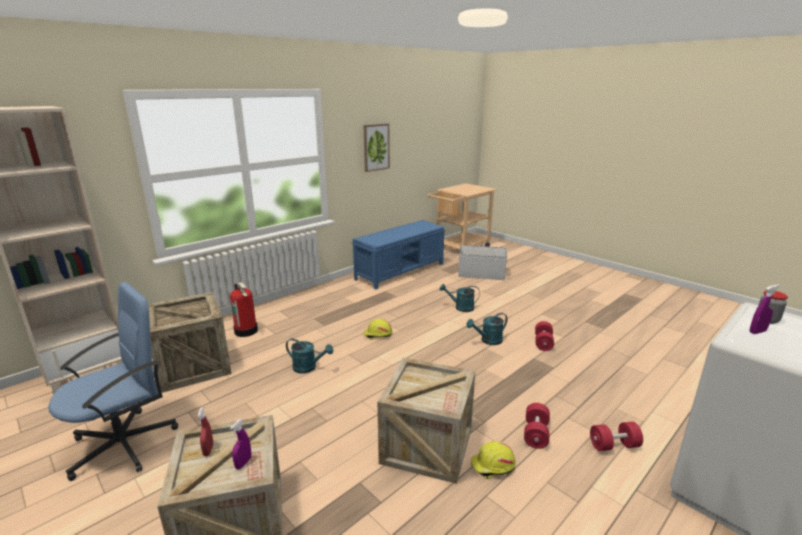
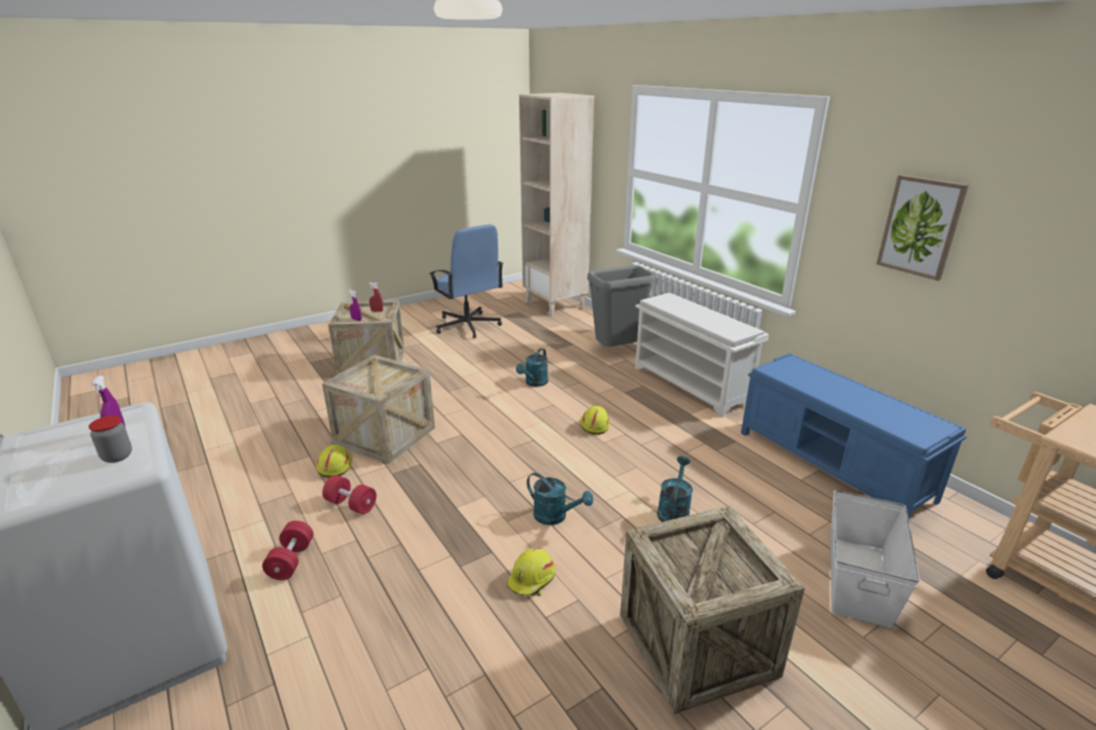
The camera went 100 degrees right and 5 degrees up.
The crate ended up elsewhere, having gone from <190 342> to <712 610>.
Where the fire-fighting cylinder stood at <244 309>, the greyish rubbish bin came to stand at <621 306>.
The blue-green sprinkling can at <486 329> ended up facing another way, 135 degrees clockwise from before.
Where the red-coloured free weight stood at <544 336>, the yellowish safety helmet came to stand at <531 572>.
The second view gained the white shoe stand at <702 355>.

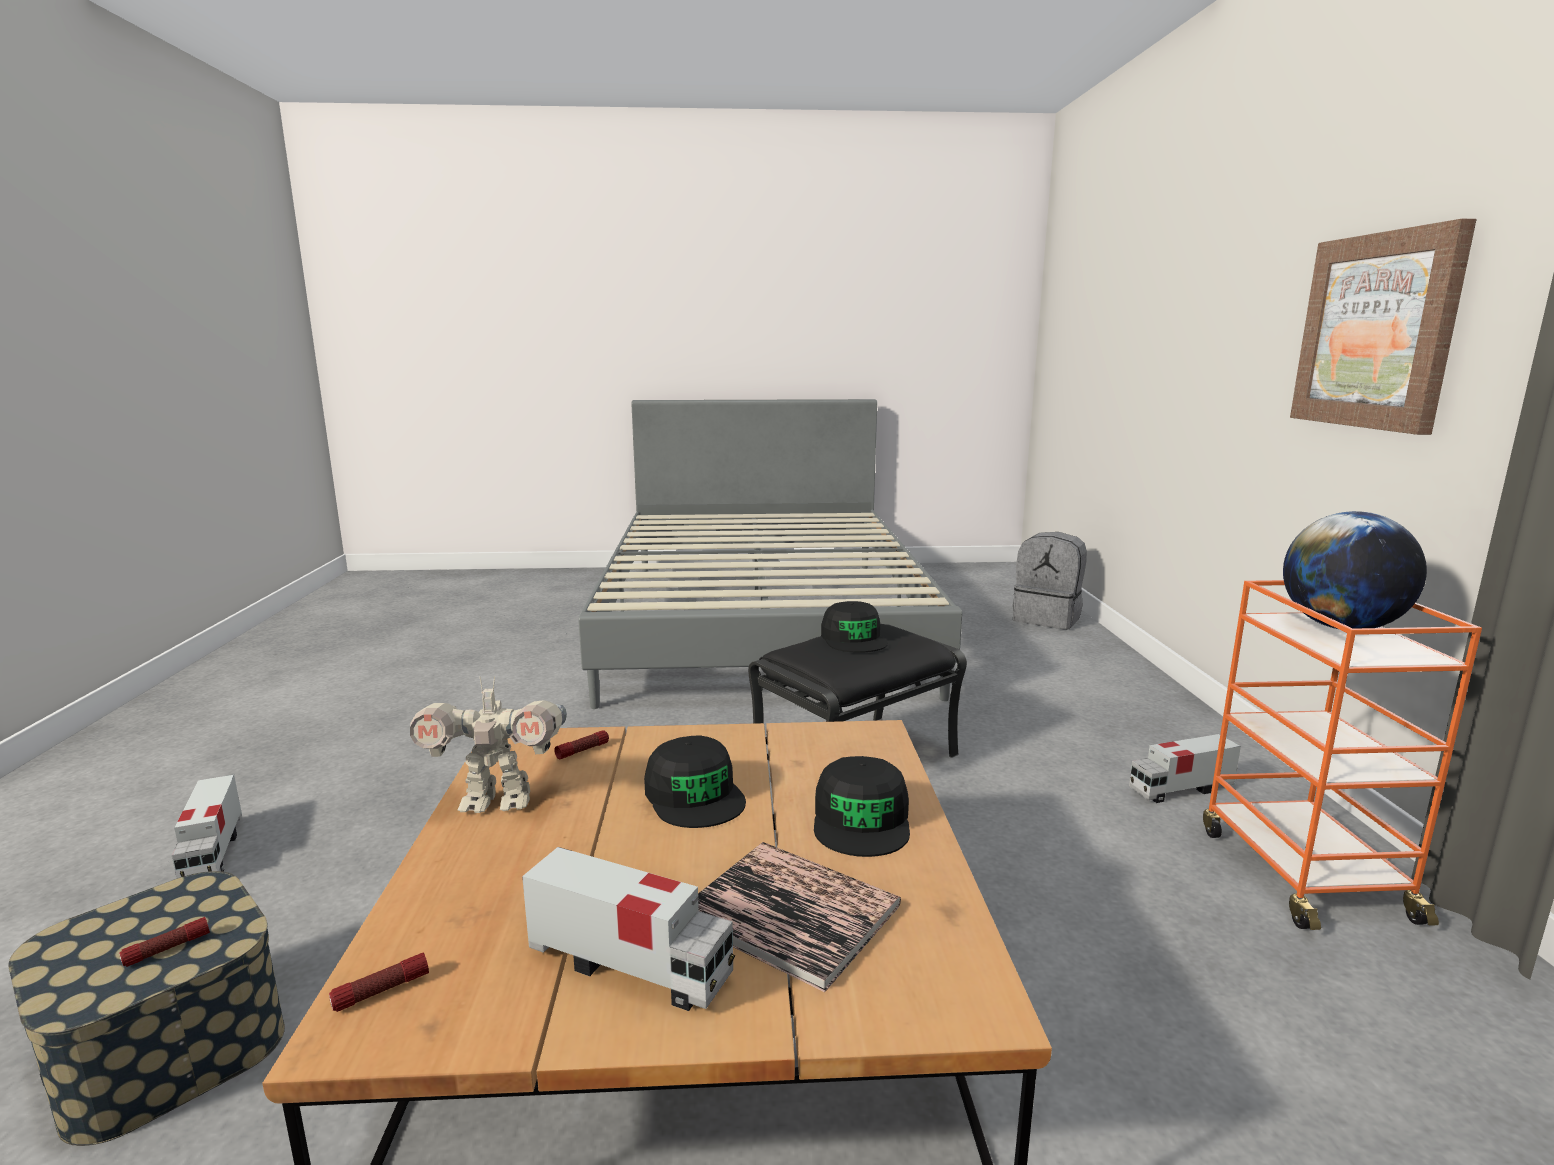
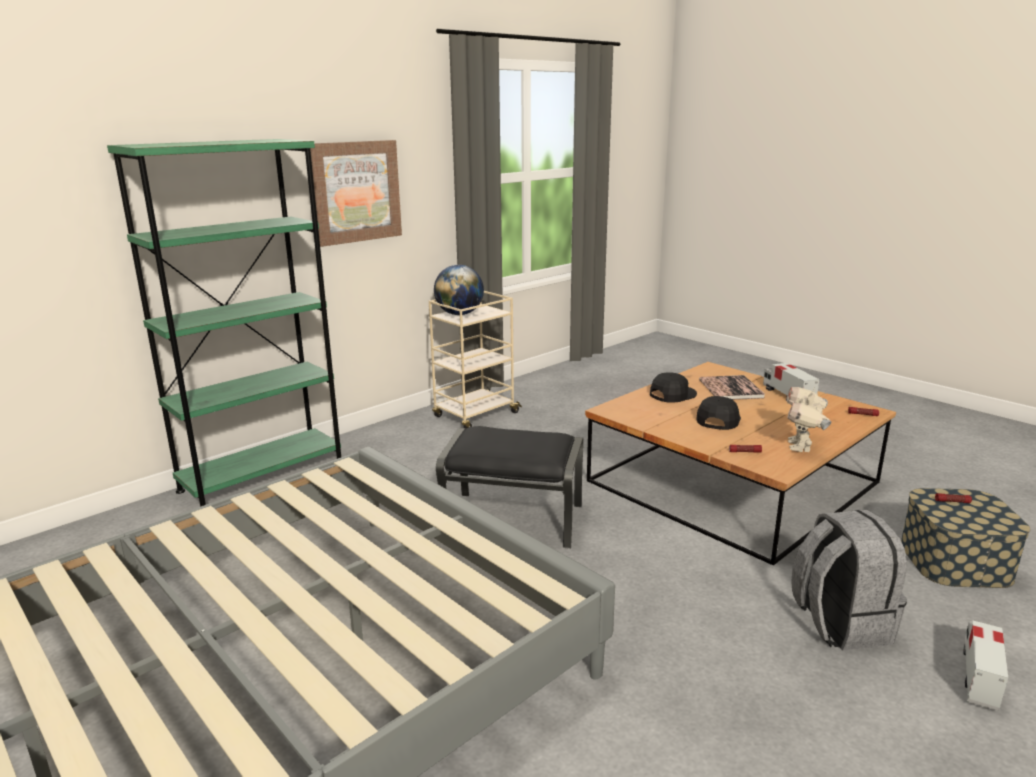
The camera went 130 degrees left and 5 degrees up.
The toy robot at <488 744> ended up facing another way, 120 degrees counterclockwise from before.
The second view lost the black baseball cap at <854 627>.
The greyish knapsack ended up elsewhere, having gone from <1050 581> to <849 580>.
The second view lost the toy lorry at <1185 768>.
What was the orangey cart at <1342 755> turned into the beige cart at <475 359>.
The second view gained the green bookshelf at <224 323>.

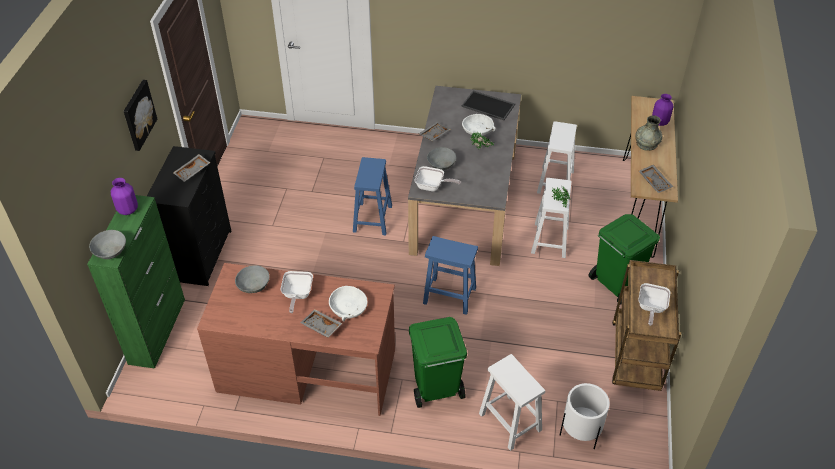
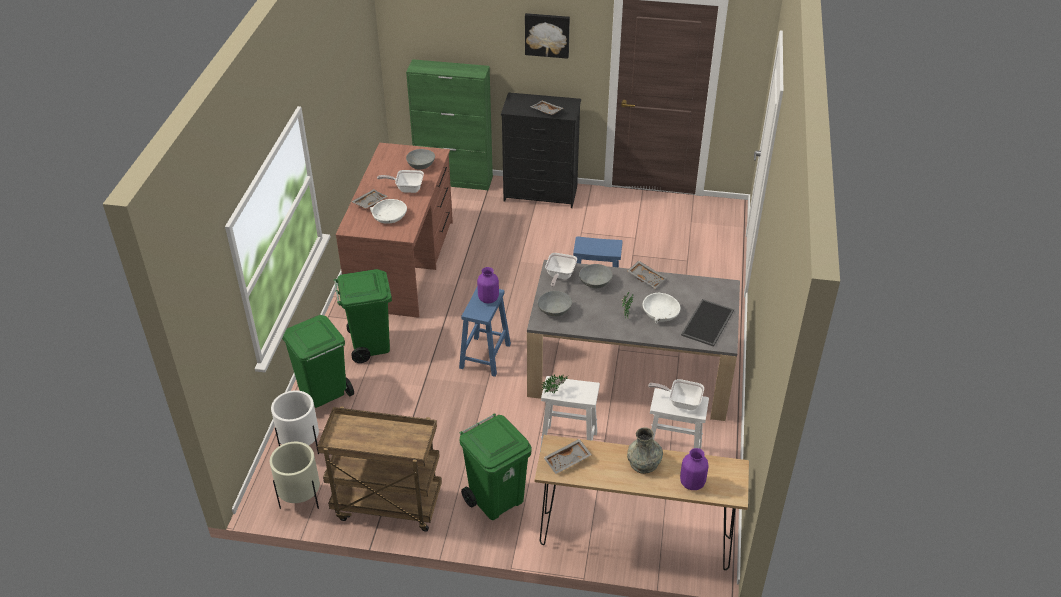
The camera went 90 degrees right and 5 degrees down.
The greyish deep dish ended up elsewhere, having gone from <107 244> to <555 303>.
The purple decorative vase ended up elsewhere, having gone from <124 196> to <488 285>.
Where the white stool stood at <512 402>, the green rubbish bin came to stand at <318 361>.
The skillet ended up elsewhere, having gone from <654 304> to <676 394>.
The second view gained the beige planter at <295 475>.

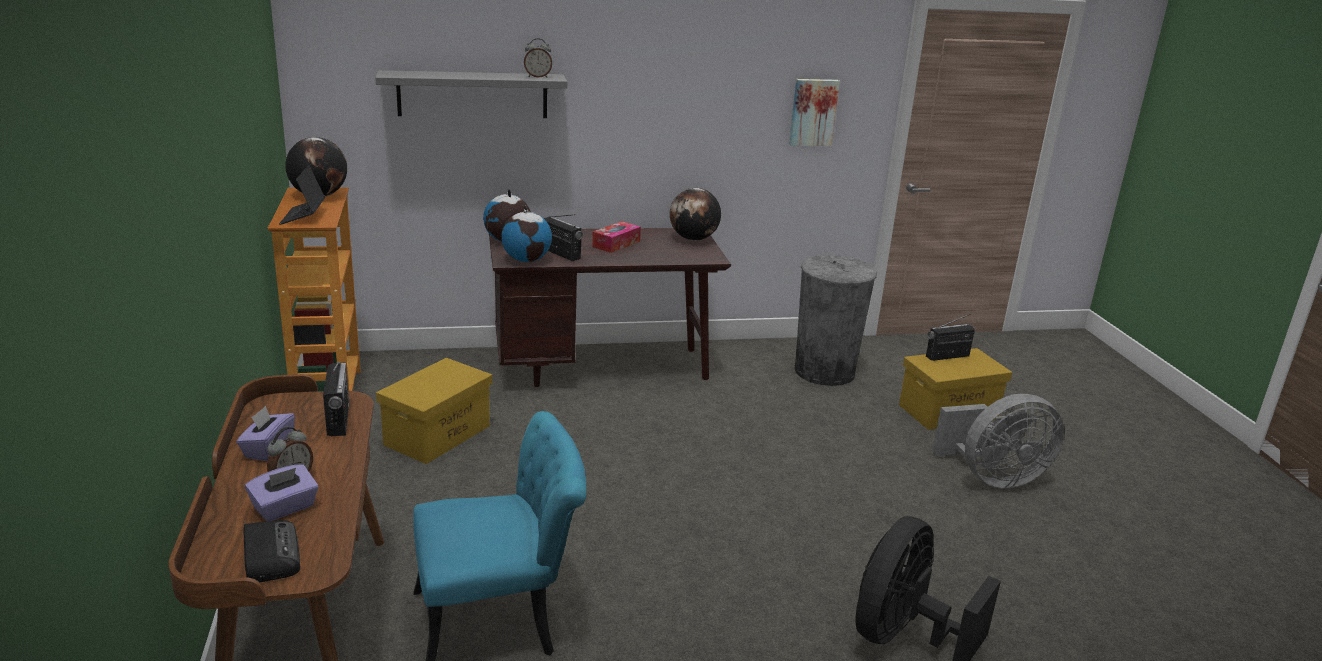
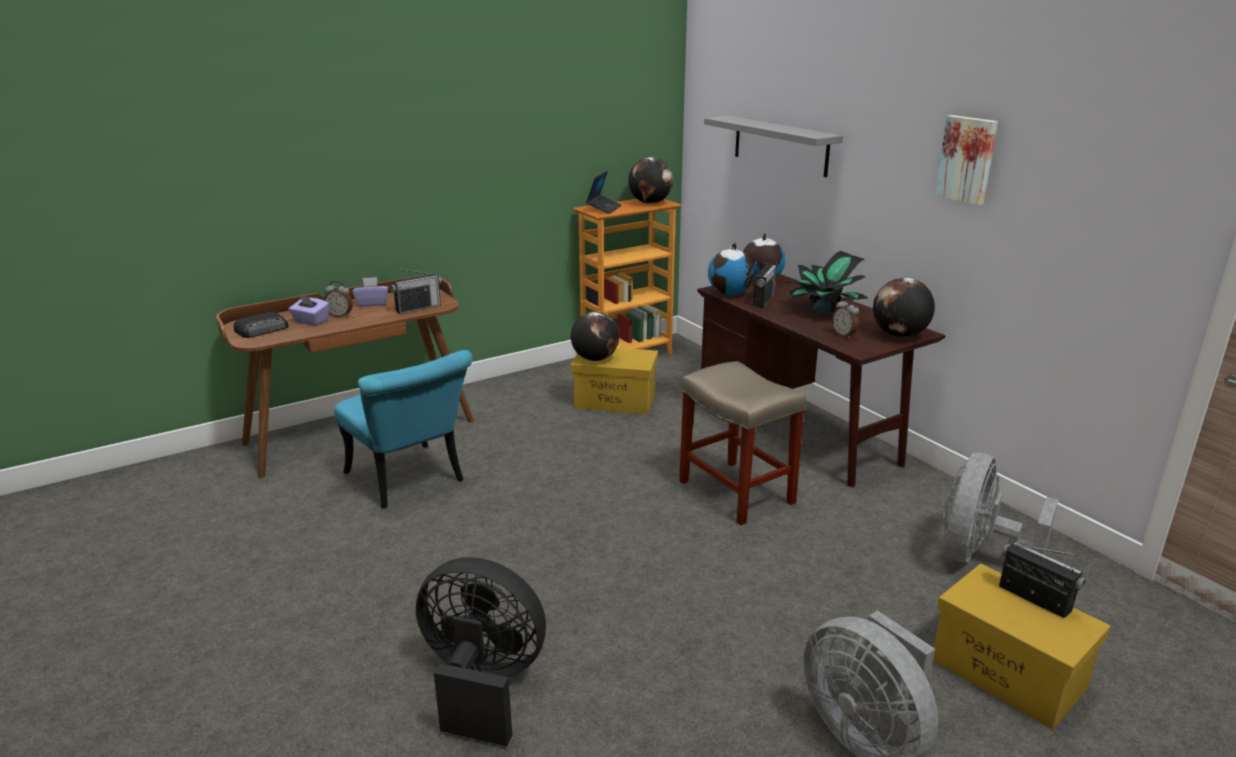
The camera went 70 degrees right and 0 degrees up.
The portable computer at <302 195> ended up facing another way, 135 degrees clockwise from before.
The bedside clock ended up elsewhere, having gone from <538 58> to <845 318>.
Where the box of tissues stood at <616 237>, the potted plant came to stand at <827 282>.
The wall art ended up elsewhere, having gone from <814 112> to <966 160>.
Where the greyish rubbish bin stood at <835 320>, the greyish fan came to stand at <1000 507>.
The second view gained the globe at <595 336>.
The second view gained the beige stool at <742 443>.

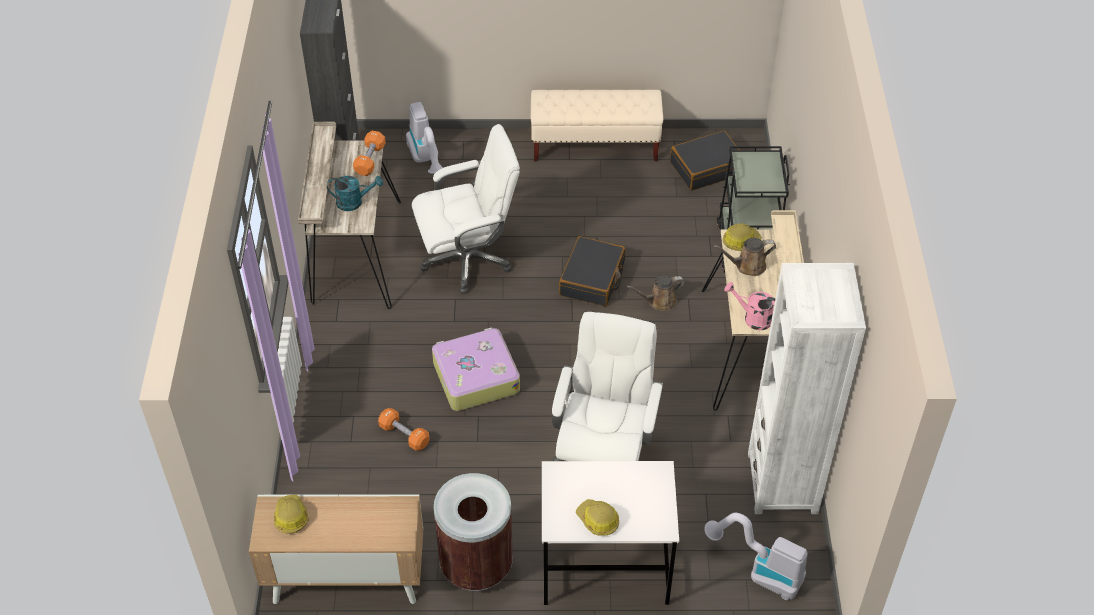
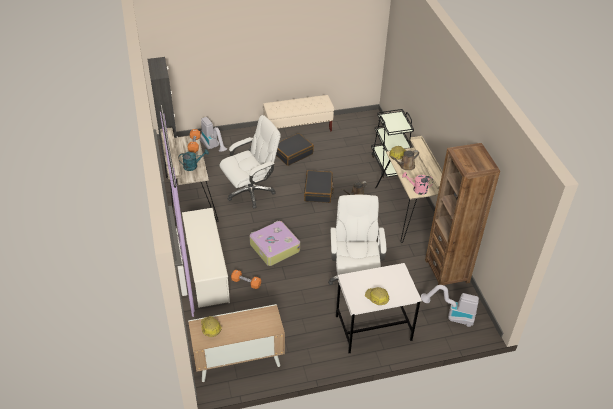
The camera went 15 degrees left and 5 degrees down.
The second view lost the brown-coloured rubbish bin at <473 532>.
The black suitcase ended up elsewhere, having gone from <705 160> to <295 149>.
What was the white bookshelf at <807 388> turned into the brown-coloured bookshelf at <462 214>.
The second view gained the white shoe stand at <206 258>.

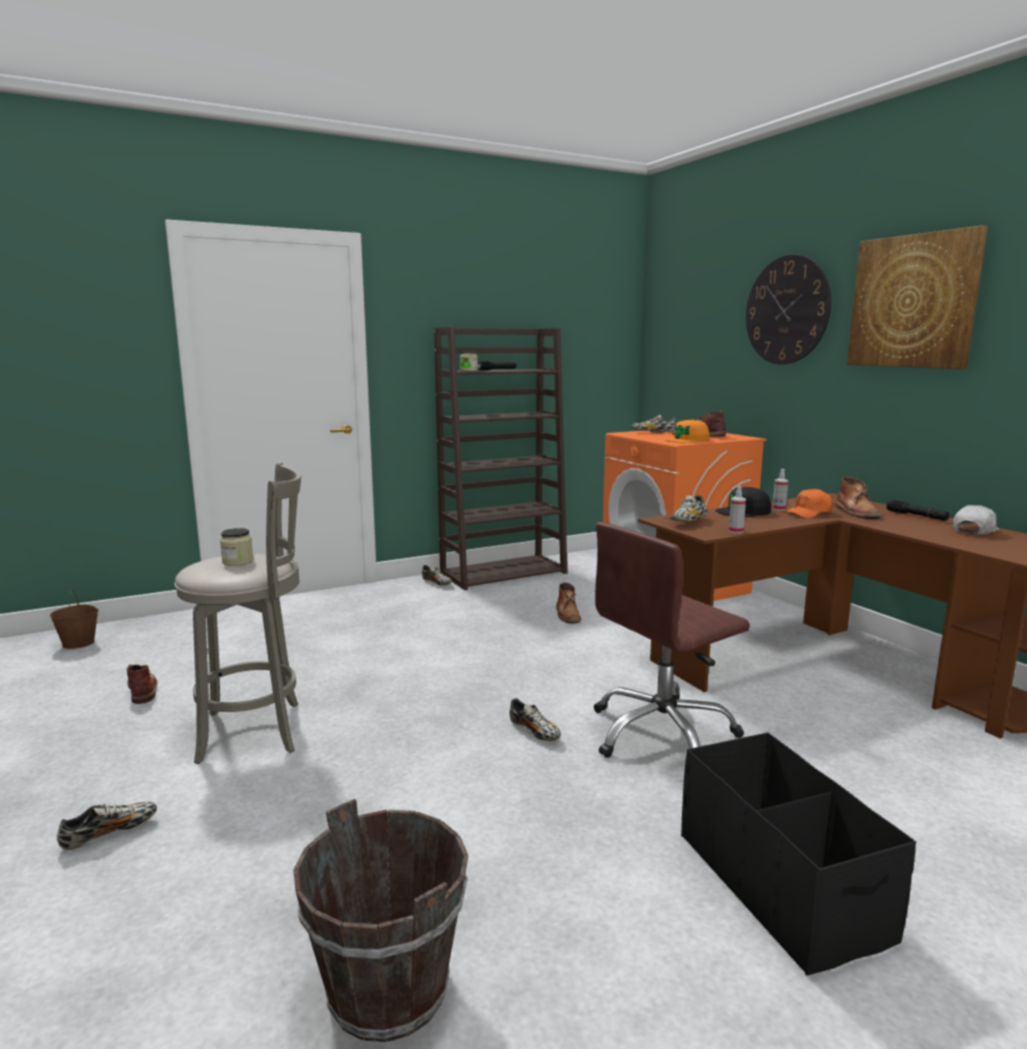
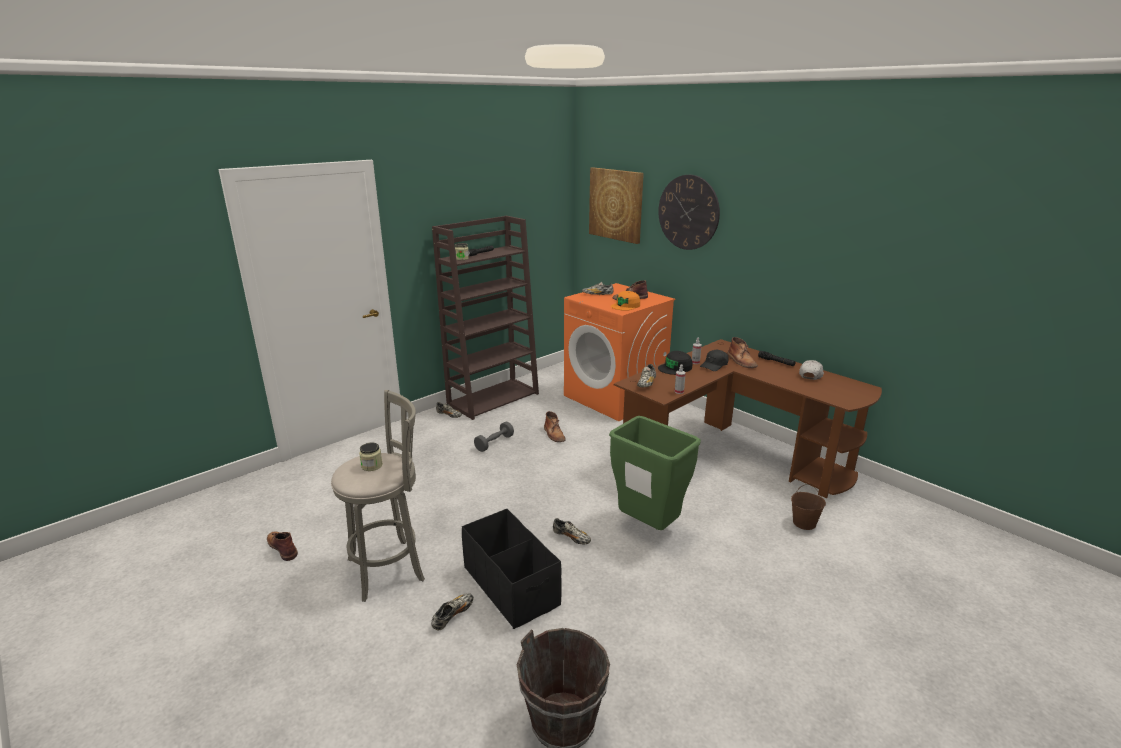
The camera went 15 degrees left and 10 degrees up.
The brown-coloured water bucket ended up elsewhere, having gone from <74 618> to <808 507>.
The low shoe ended up elsewhere, having gone from <107 826> to <452 611>.
Where the brown-coloured office chair stood at <672 640>, the green rubbish bin came to stand at <655 473>.
The black storage box ended up elsewhere, having gone from <798 854> to <512 569>.
What was the orangey baseball cap at <808 503> turned into the black baseball cap at <714 360>.
The wall art ended up elsewhere, having gone from <917 297> to <616 205>.
The second view gained the greyish free weight at <494 437>.

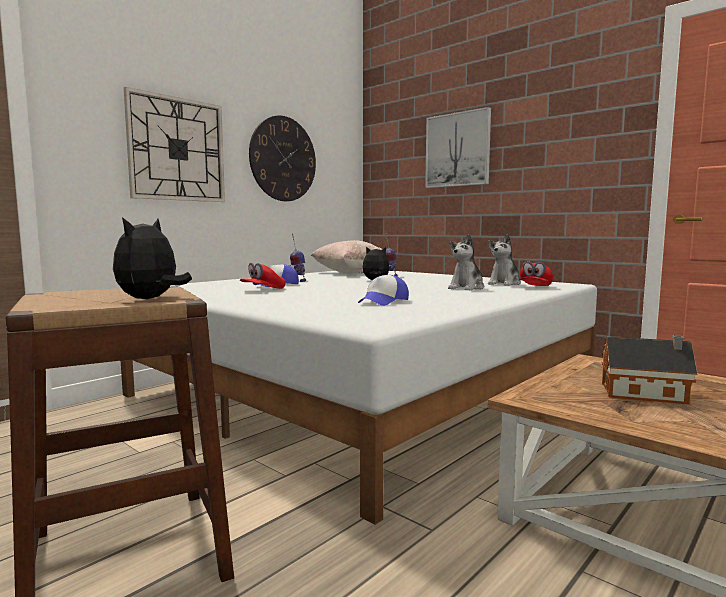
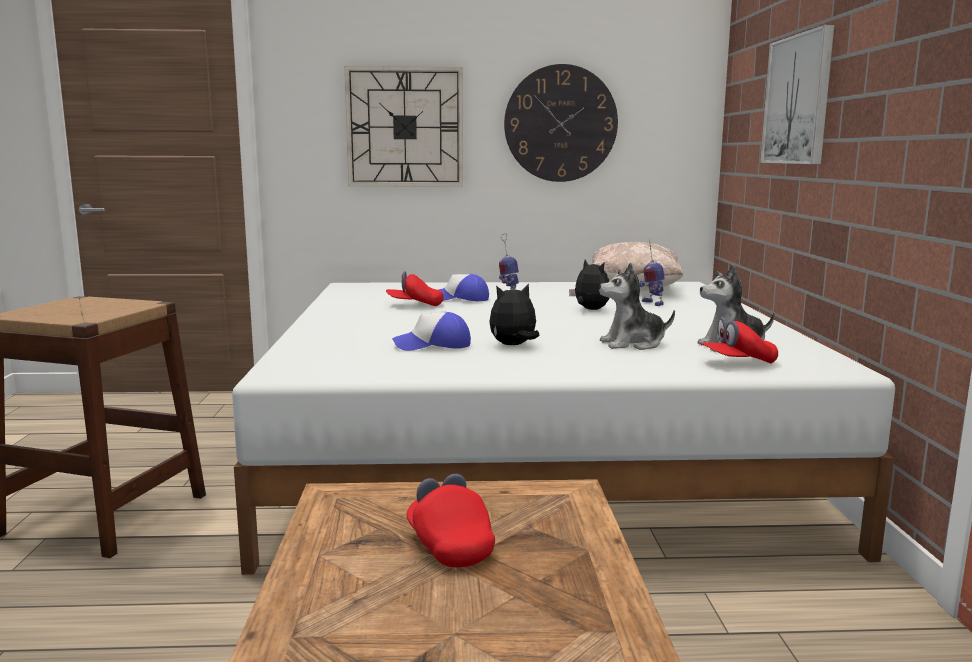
The camera went 45 degrees right and 5 degrees up.
The plush toy ended up elsewhere, having gone from <152 258> to <514 314>.
Where the model house stood at <649 369>, the red-coloured baseball cap came to stand at <450 520>.

